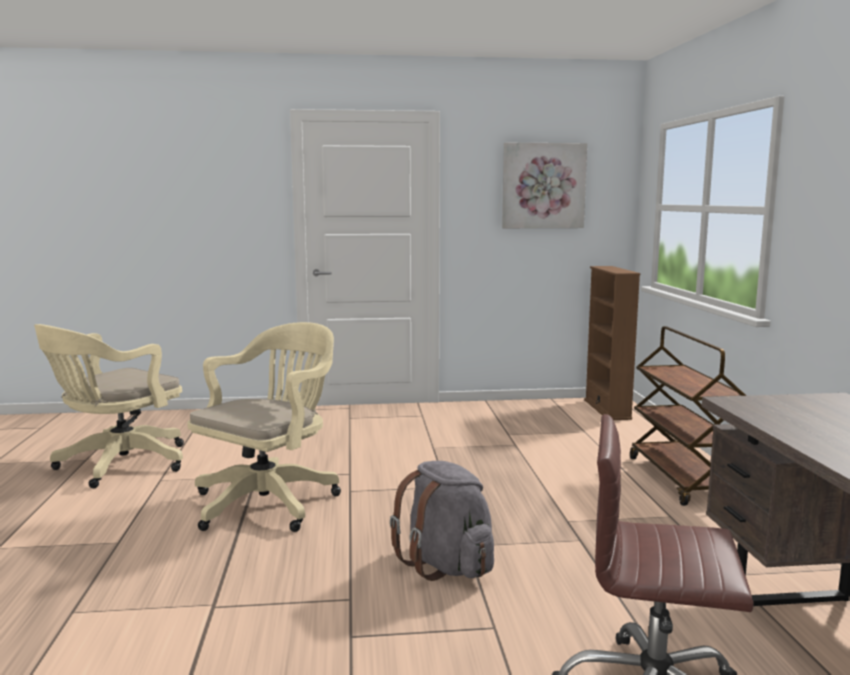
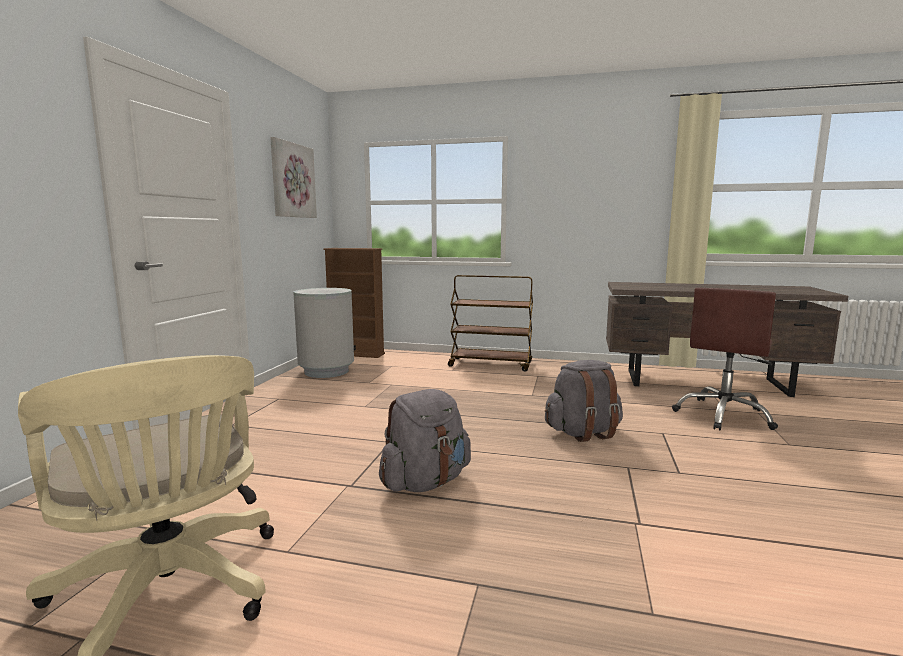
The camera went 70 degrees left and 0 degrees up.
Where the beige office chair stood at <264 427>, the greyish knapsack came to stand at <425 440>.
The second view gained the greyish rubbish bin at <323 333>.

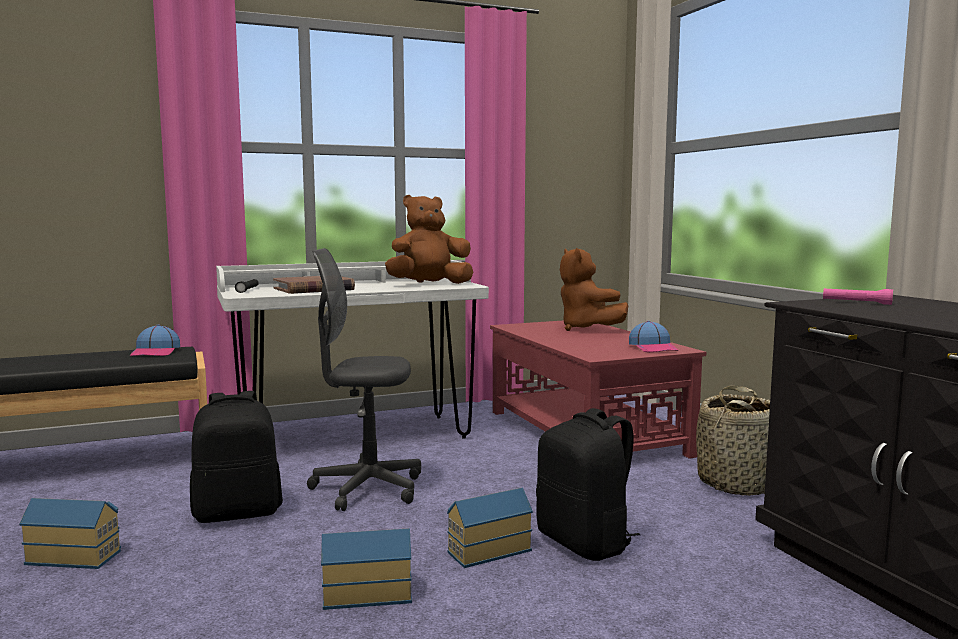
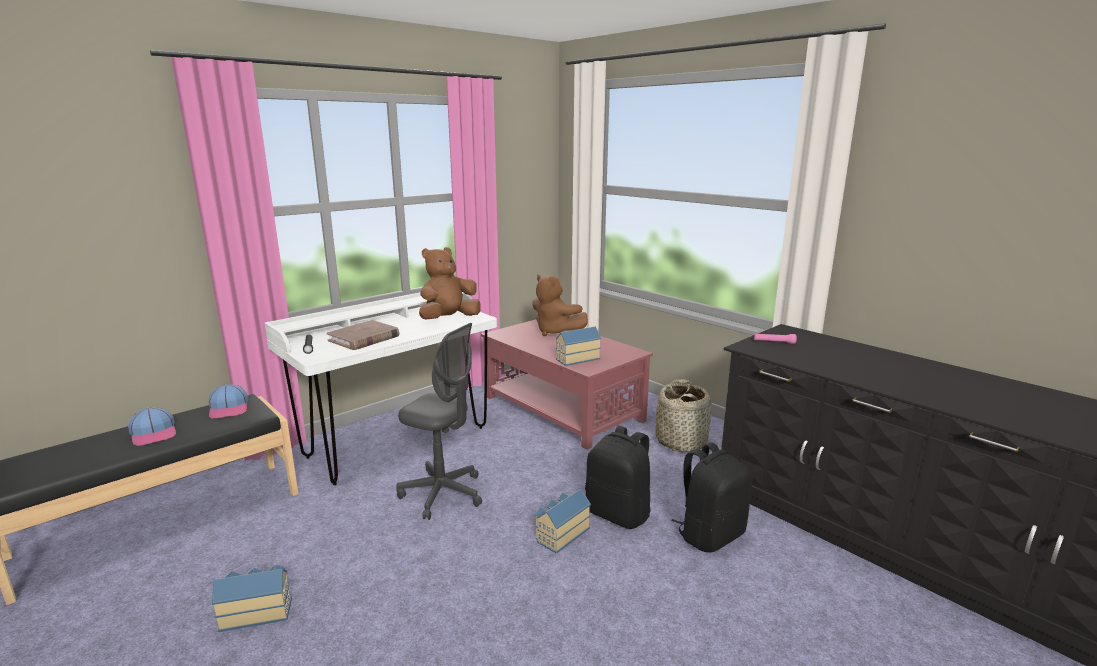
The camera went 20 degrees left and 10 degrees up.
The black knapsack ended up elsewhere, having gone from <236 457> to <711 497>.
The greyish office chair at <364 379> ended up facing another way, 135 degrees counterclockwise from before.
The model house ended up elsewhere, having gone from <366 569> to <578 346>.
The baseball cap ended up elsewhere, having gone from <654 336> to <152 426>.

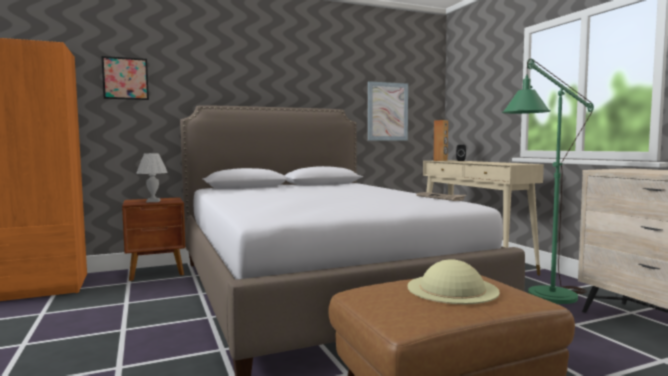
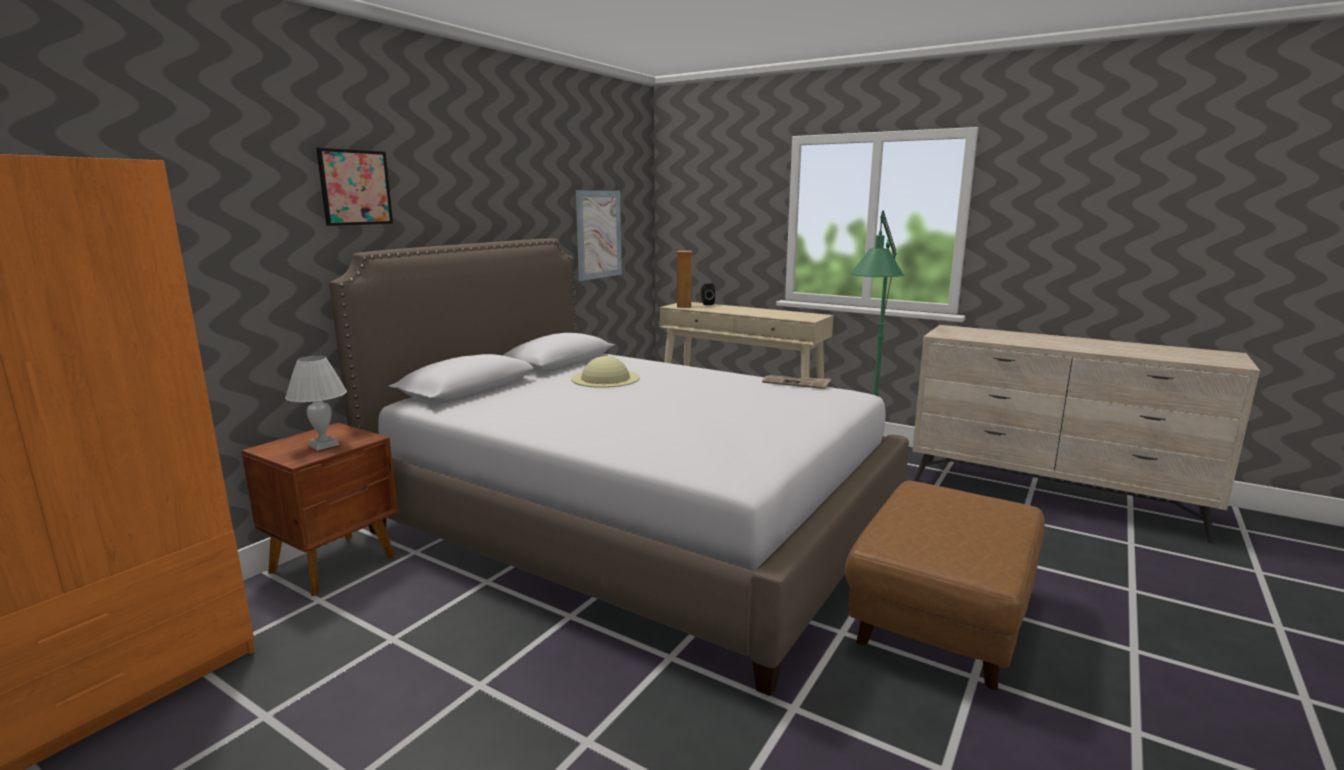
The camera went 35 degrees left and 10 degrees up.
The wall art ended up elsewhere, having gone from <125 78> to <354 187>.
The beige clothing hat ended up elsewhere, having gone from <453 281> to <605 372>.

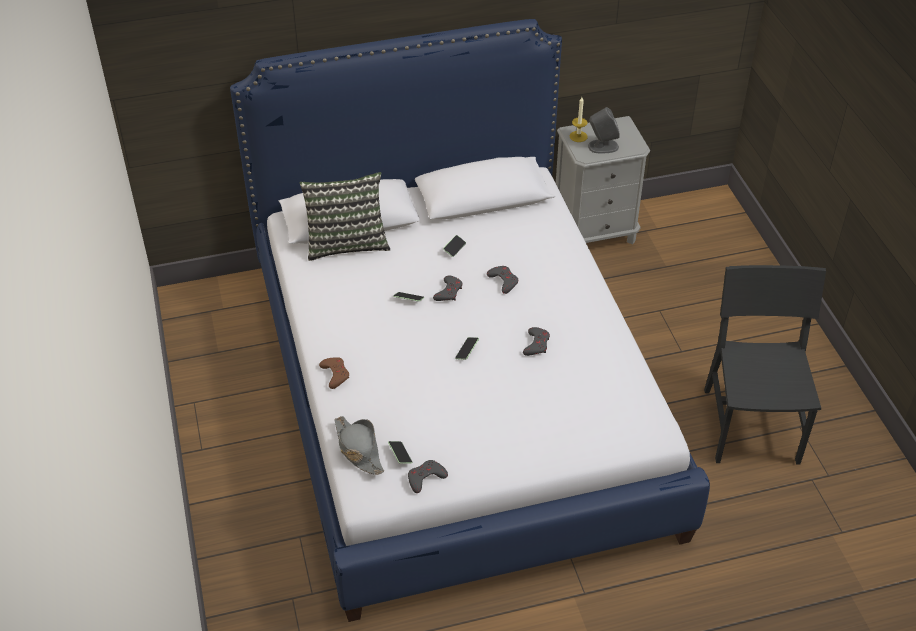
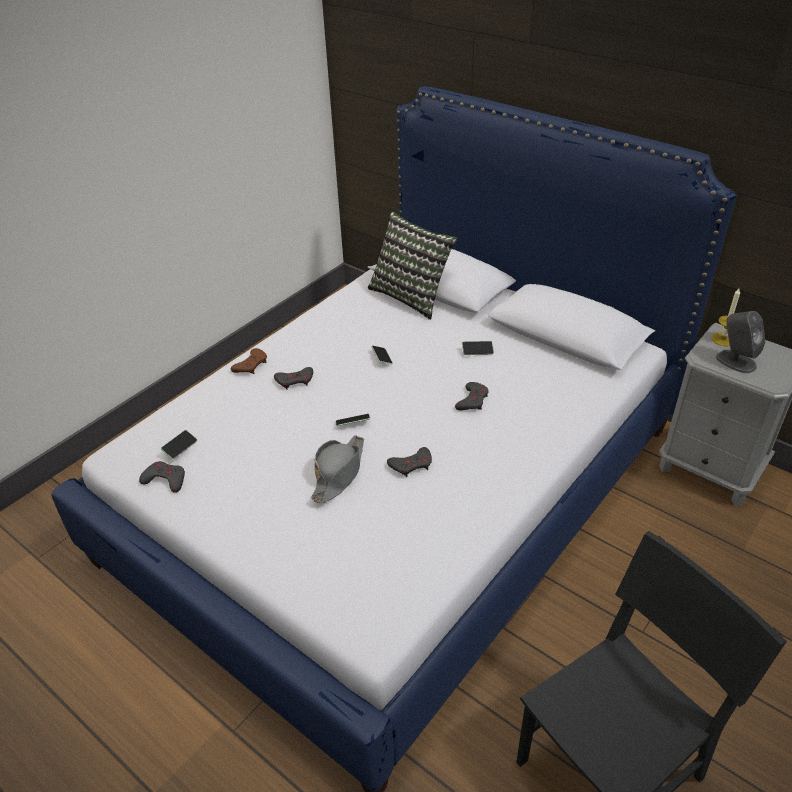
The camera went 55 degrees right and 5 degrees down.
The greyish clothing hat ended up elsewhere, having gone from <359 445> to <337 469>.
The greyish gamepad ended up elsewhere, having gone from <447 288> to <293 378>.

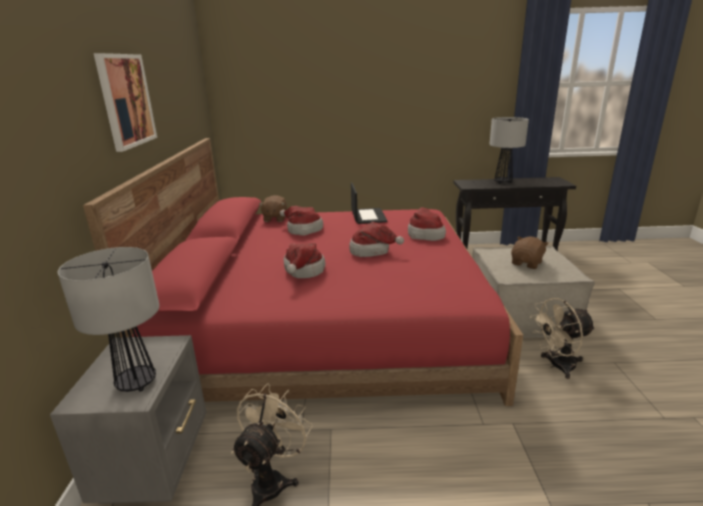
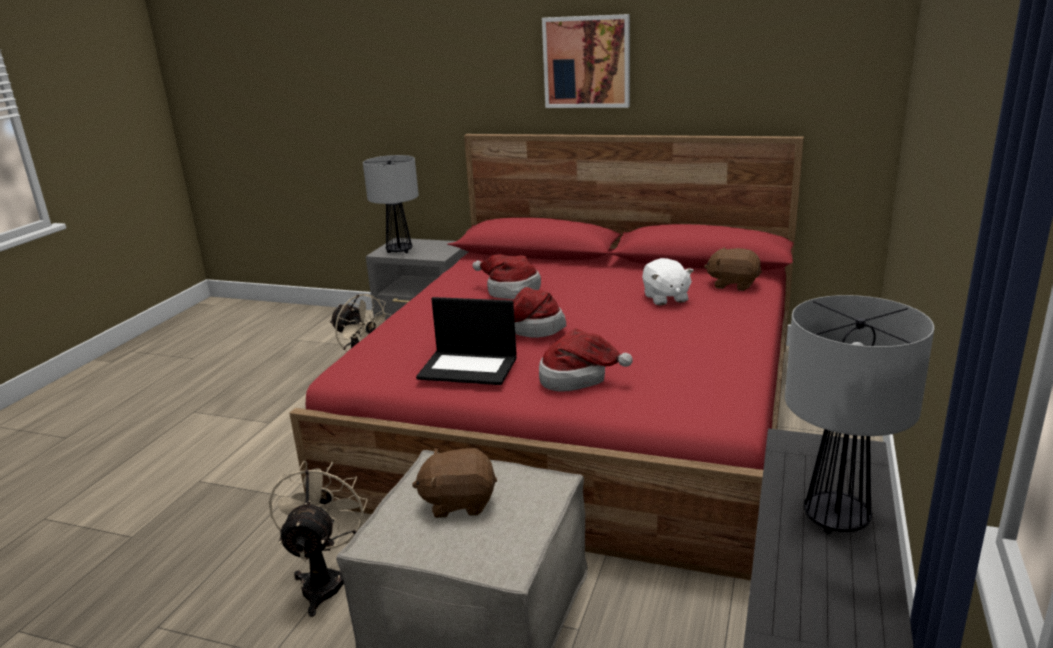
The camera went 110 degrees right and 0 degrees up.
Where the clothing hat stood at <301 221>, the white plush toy came to stand at <668 281>.
The portable computer ended up elsewhere, having gone from <369 203> to <466 341>.
The brown-coloured plush toy at <530 253> ended up facing another way, 120 degrees clockwise from before.

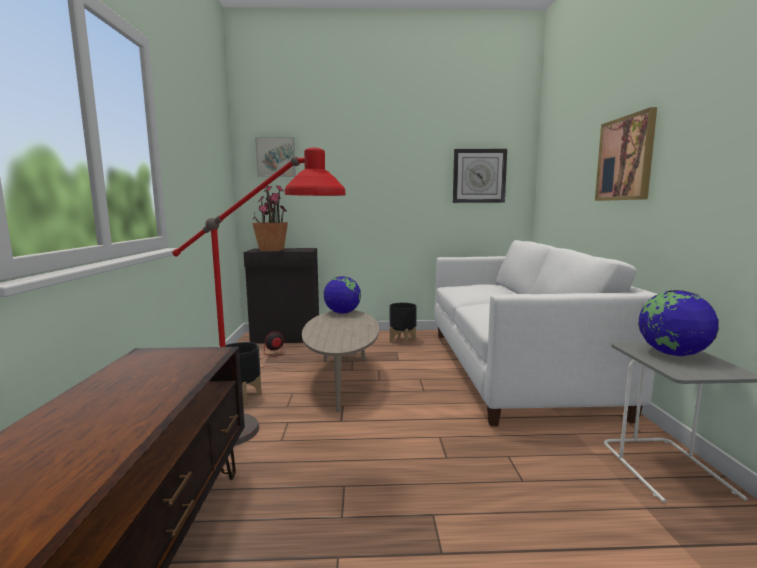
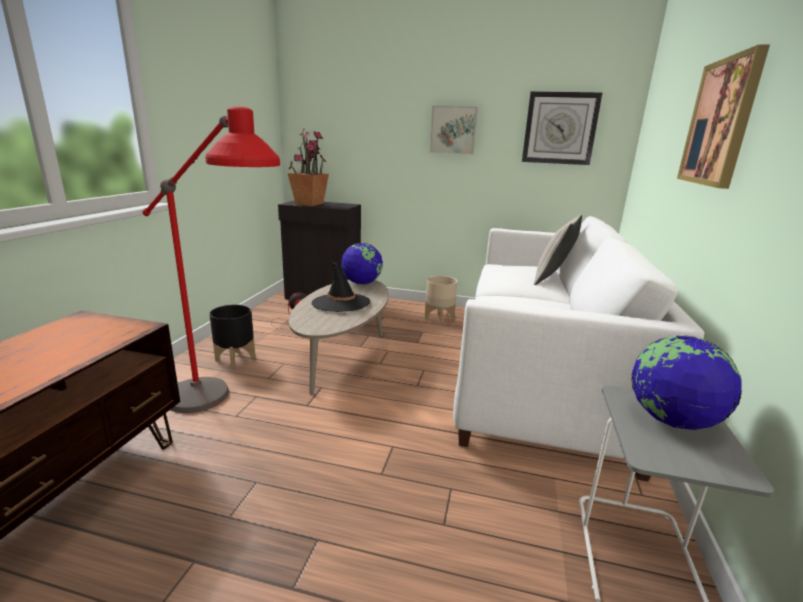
The camera went 15 degrees right and 10 degrees up.
The wall art ended up elsewhere, having gone from <275 157> to <454 130>.
What was the black planter at <403 324> turned into the beige planter at <441 300>.
The second view gained the black clothing hat at <340 287>.
The second view gained the beige throw pillow at <558 250>.

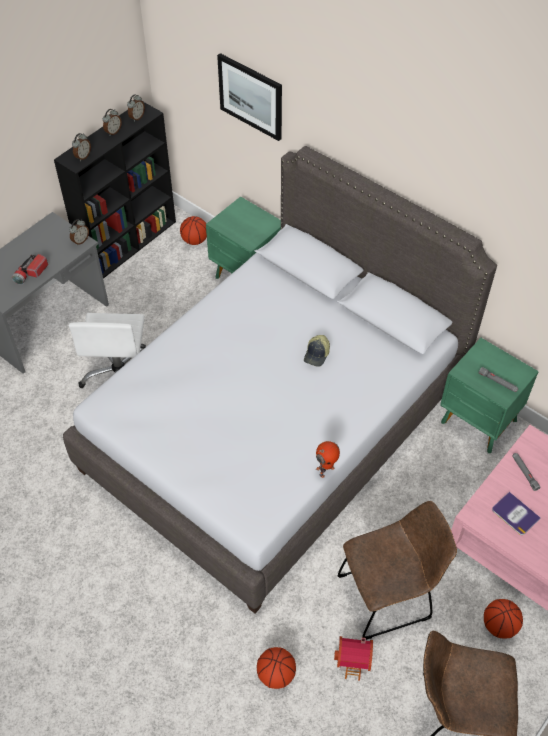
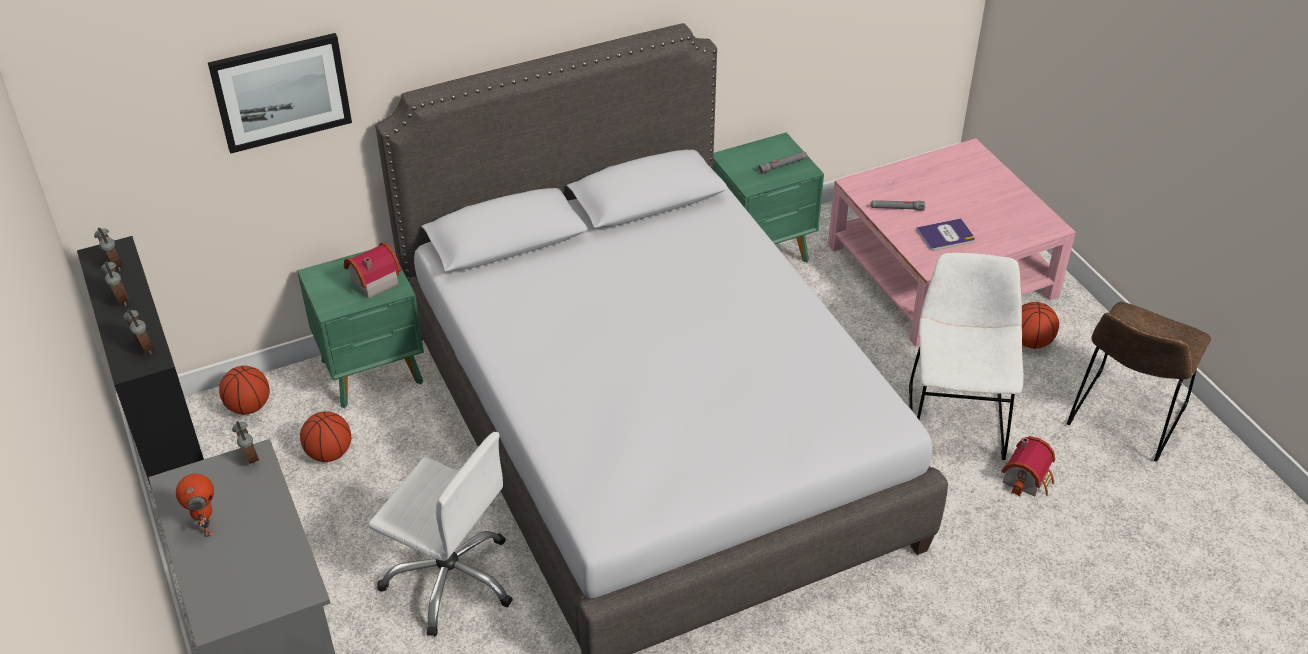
The camera went 65 degrees left and 10 degrees down.
The second view lost the flashlight at <30 269>.
The basketball ball ended up elsewhere, having gone from <276 668> to <325 436>.
The second view lost the baseball cap at <317 351>.
The toy robot ended up elsewhere, having gone from <328 459> to <195 505>.
What was the brown-coloured upright chair at <397 570> turned into the white upright chair at <966 356>.
The second view gained the model house at <372 270>.

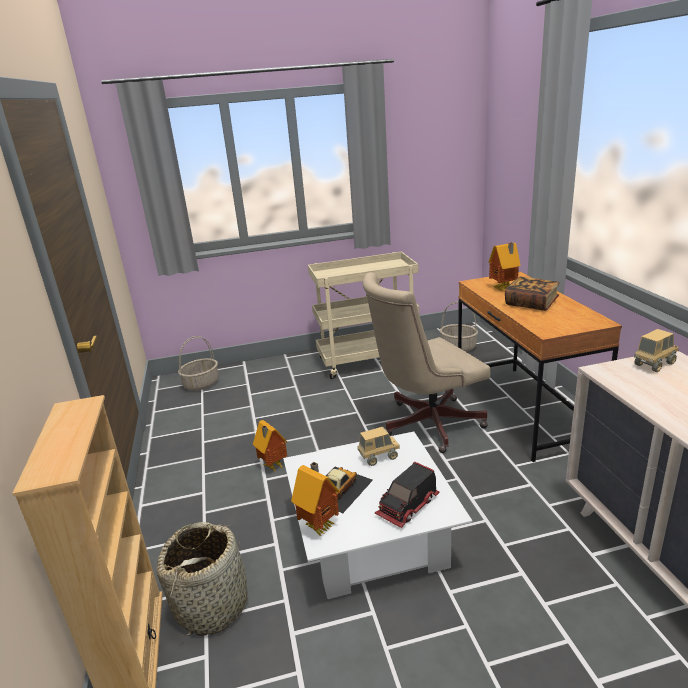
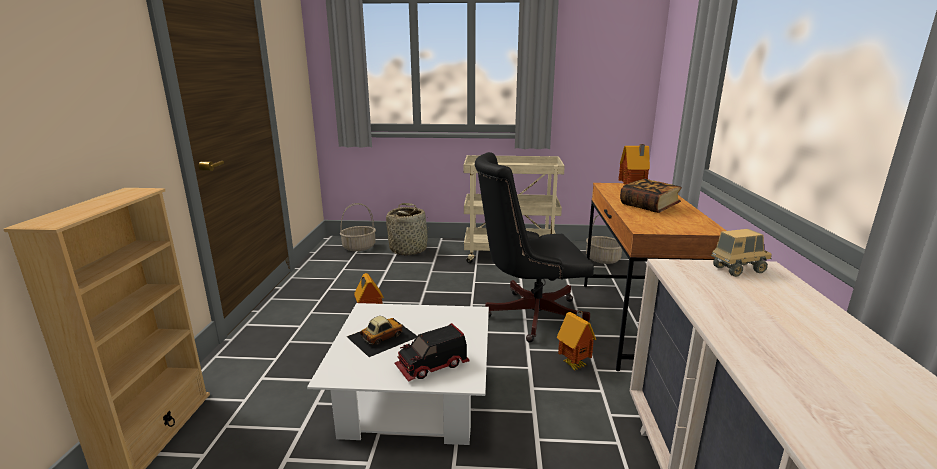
The camera went 15 degrees right and 5 degrees down.
The household basket ended up elsewhere, having gone from <202 579> to <407 229>.
The model house ended up elsewhere, having gone from <315 499> to <576 340>.
The second view lost the toy lorry at <379 446>.
What was the beige office chair at <426 362> turned into the black office chair at <534 247>.

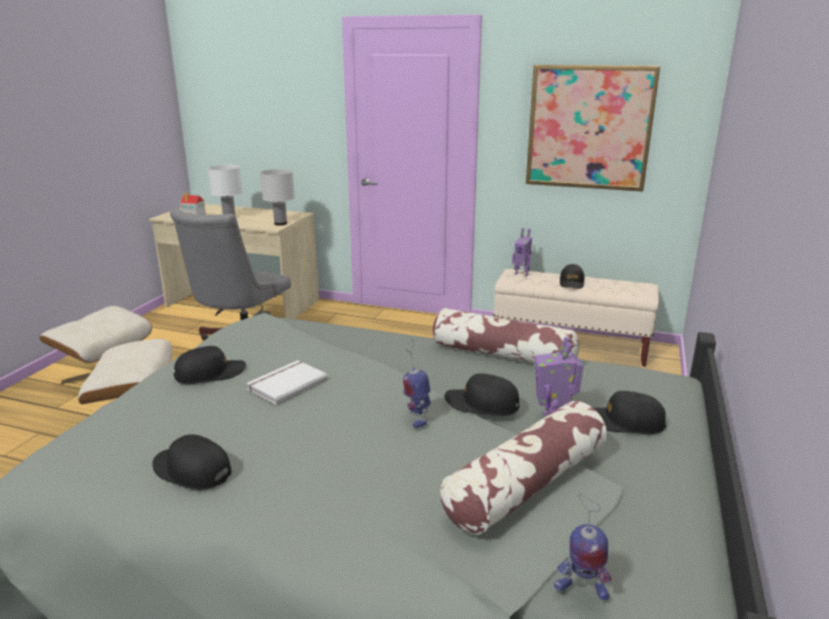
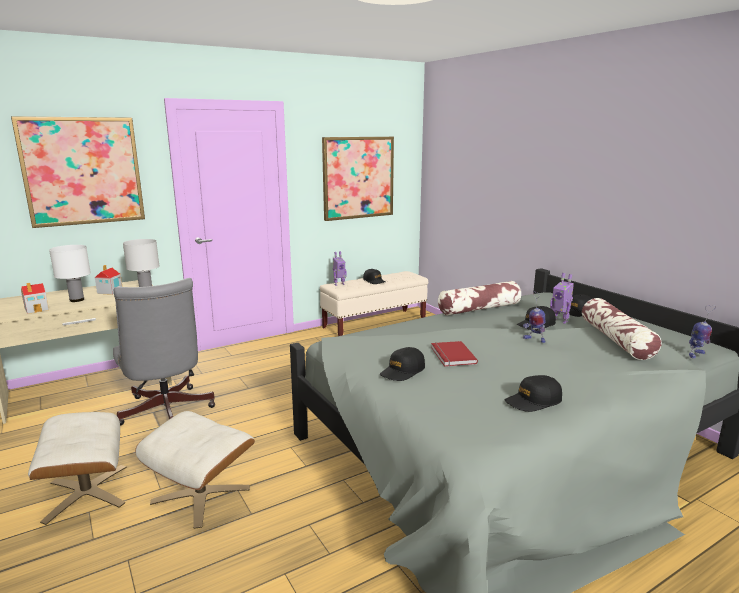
The camera went 50 degrees left and 5 degrees down.
The black baseball cap at <209 365> ended up facing another way, 150 degrees counterclockwise from before.
What was the white bound book at <287 382> turned into the red-coloured bound book at <454 353>.
The second view gained the wall art at <78 172>.
The second view gained the model house at <108 280>.

